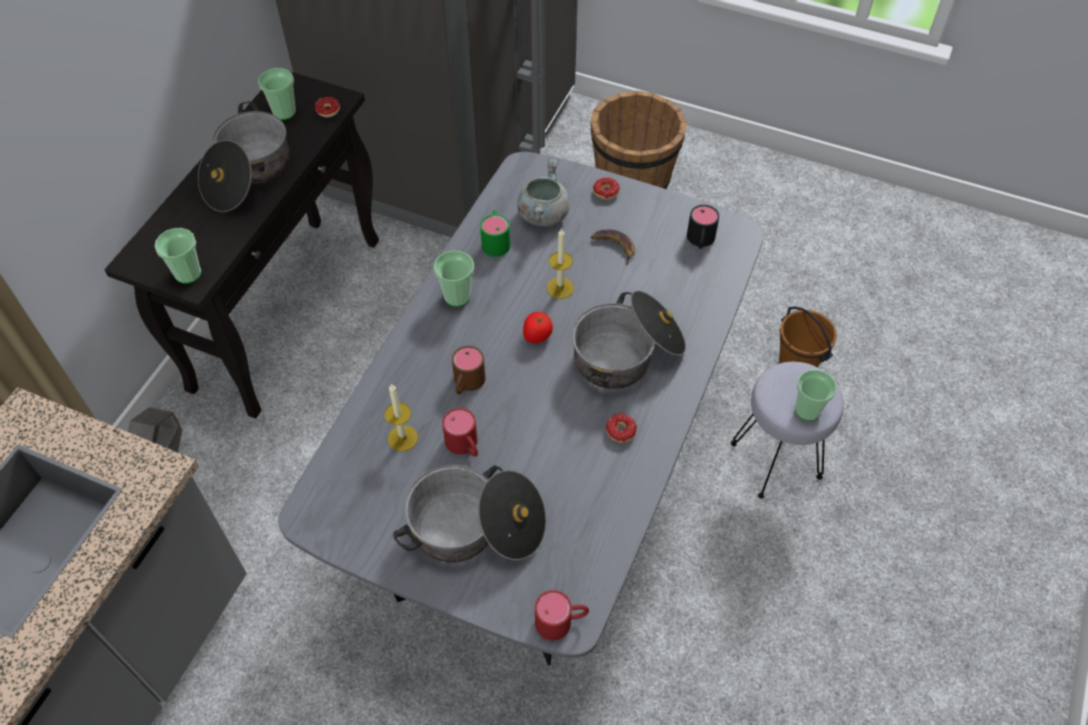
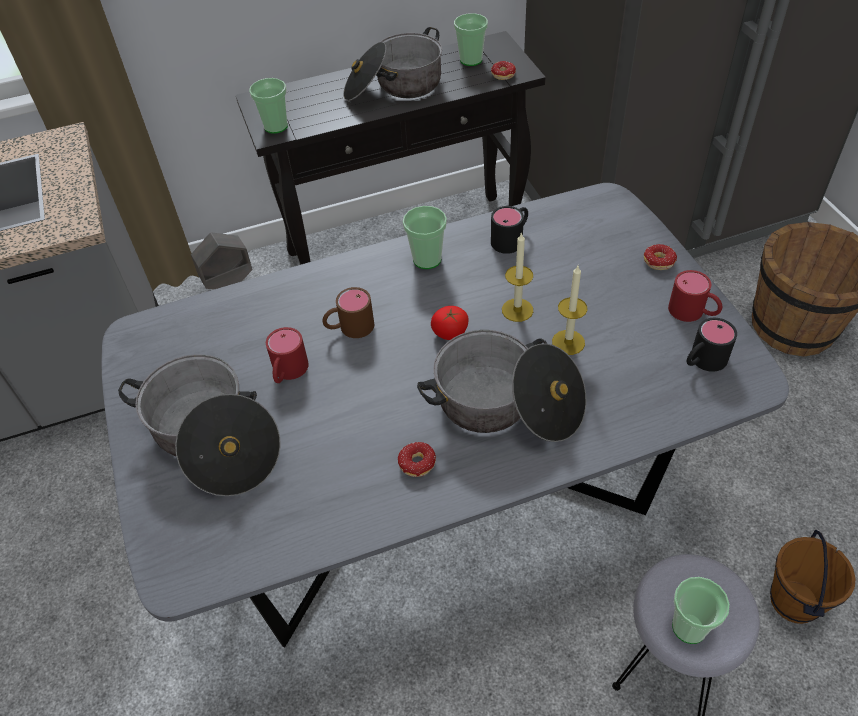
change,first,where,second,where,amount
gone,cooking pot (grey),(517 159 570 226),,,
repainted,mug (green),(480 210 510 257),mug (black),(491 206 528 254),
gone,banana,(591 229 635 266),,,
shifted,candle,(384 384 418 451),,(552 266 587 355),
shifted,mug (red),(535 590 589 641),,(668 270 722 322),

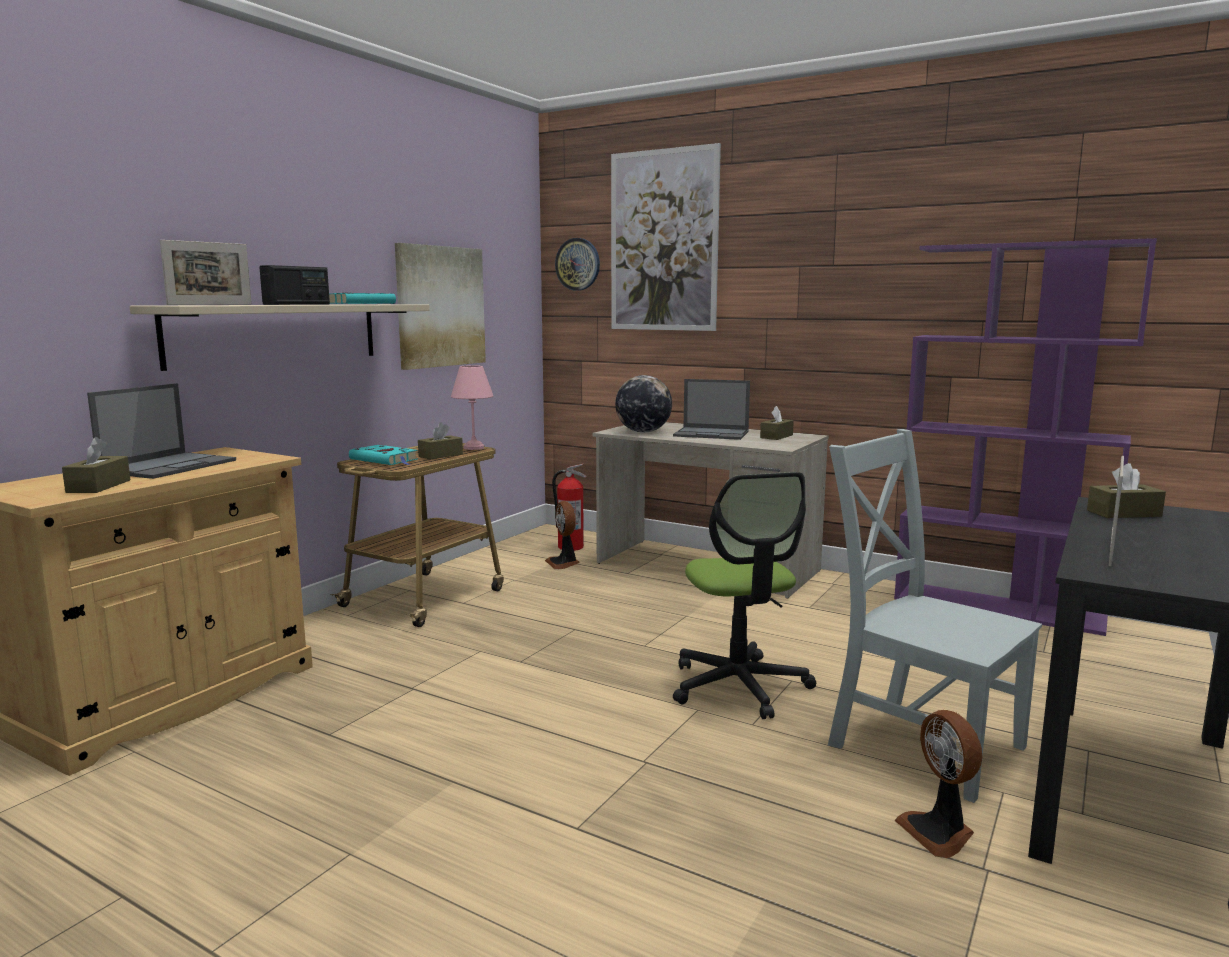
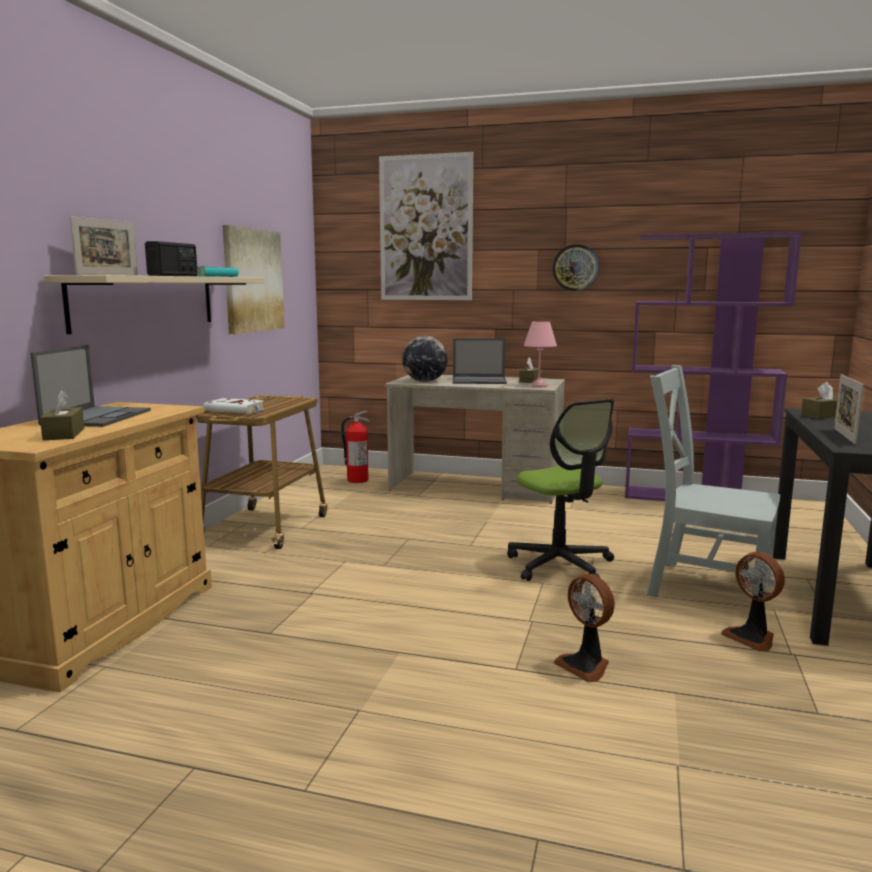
change,first,where,second,where,amount
shifted,wall clock,(555 238 600 291),,(552 244 599 291),
shifted,table lamp (pink),(451 365 493 450),,(524 321 557 387),
gone,tissue box (brown),(418 422 463 460),,,
repainted,book (turquoise),(349 445 417 465),book (white),(204 398 265 414),
shifted,fan,(545 501 580 569),,(553 574 615 682),

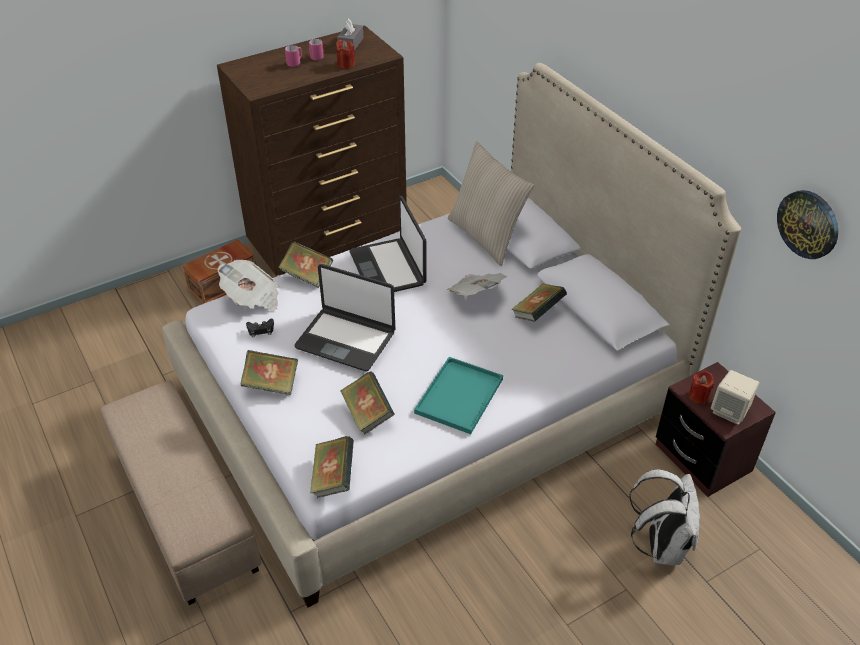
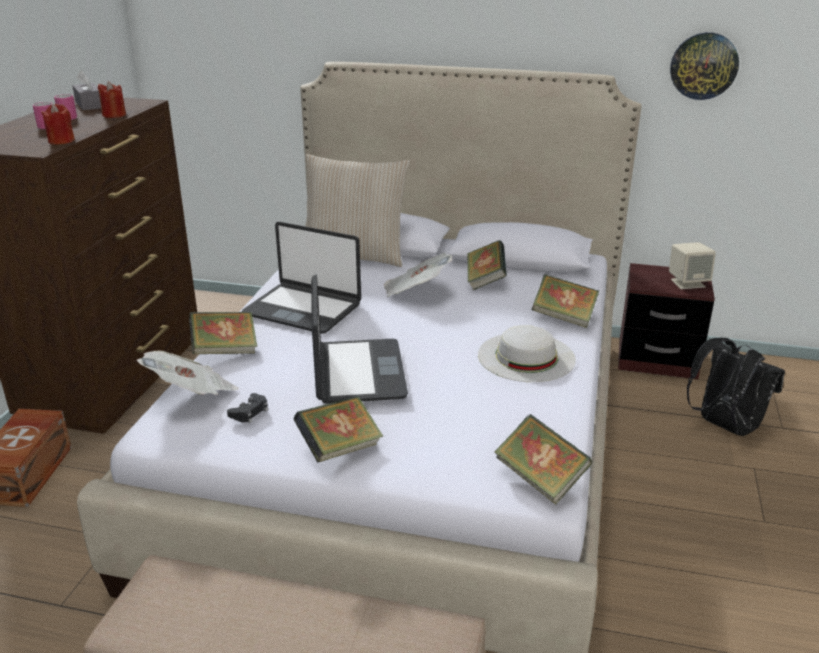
change,first,where,second,where,amount
rotated,laptop,(295 264 395 371),,(311 274 408 404),75 degrees counterclockwise
swapped,tray (turquoise),(414 357 503 434),hat (white),(478 325 576 382),
shifted,book,(341 371 395 434),,(532 274 599 328),
shifted,candle (red),(689 371 714 404),,(41 104 75 145),
repainted,backpack (white),(629 469 700 565),backpack (black),(687 338 785 436),

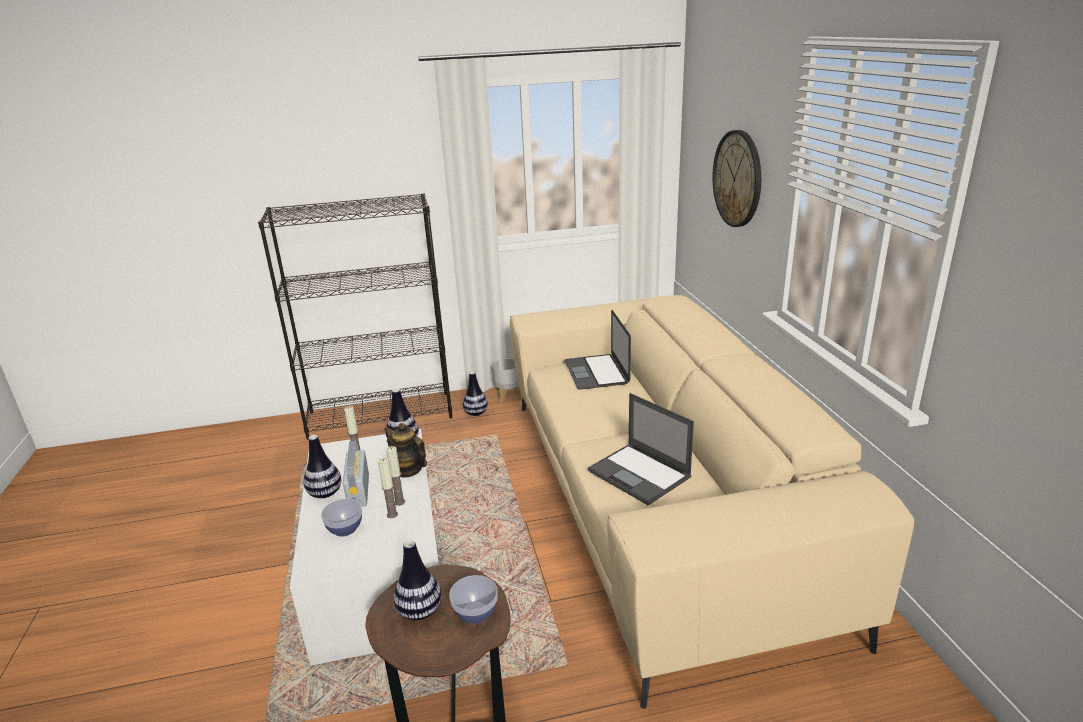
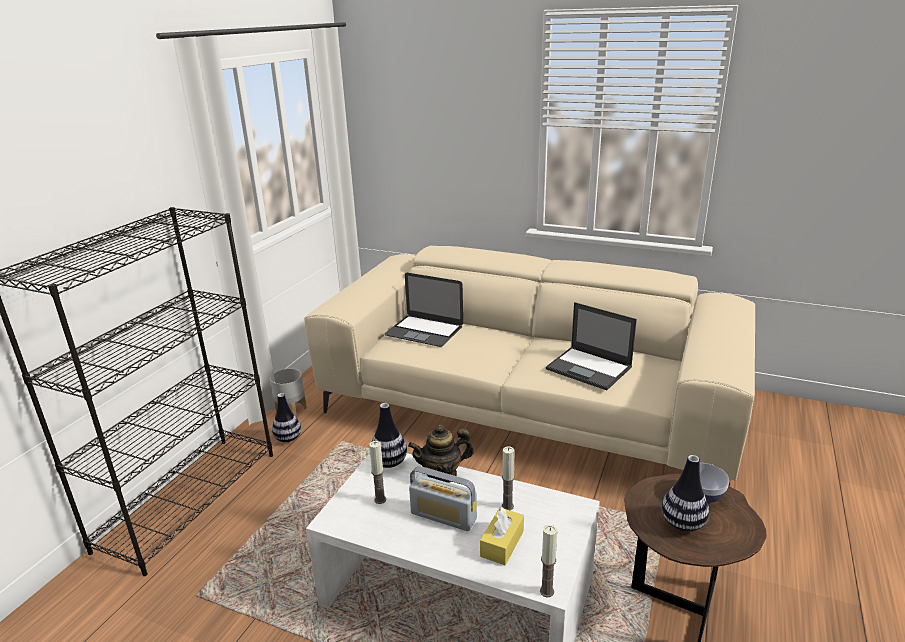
change,first,where,second,where,amount
gone,wall clock,(712 130 761 227),,,
rotated,laptop,(588 393 694 506),,(546 302 637 390),45 degrees clockwise
gone,vase,(303 435 341 498),,,
shifted,candle,(386 446 405 506),,(540 525 557 597),
swapped,bowl,(321 499 362 537),tissue box (yellow),(480 507 524 565),

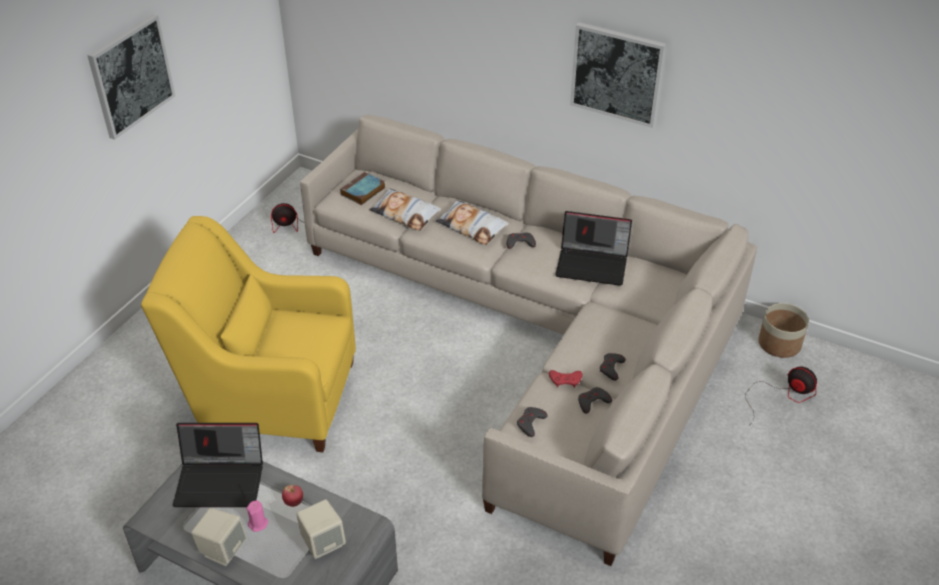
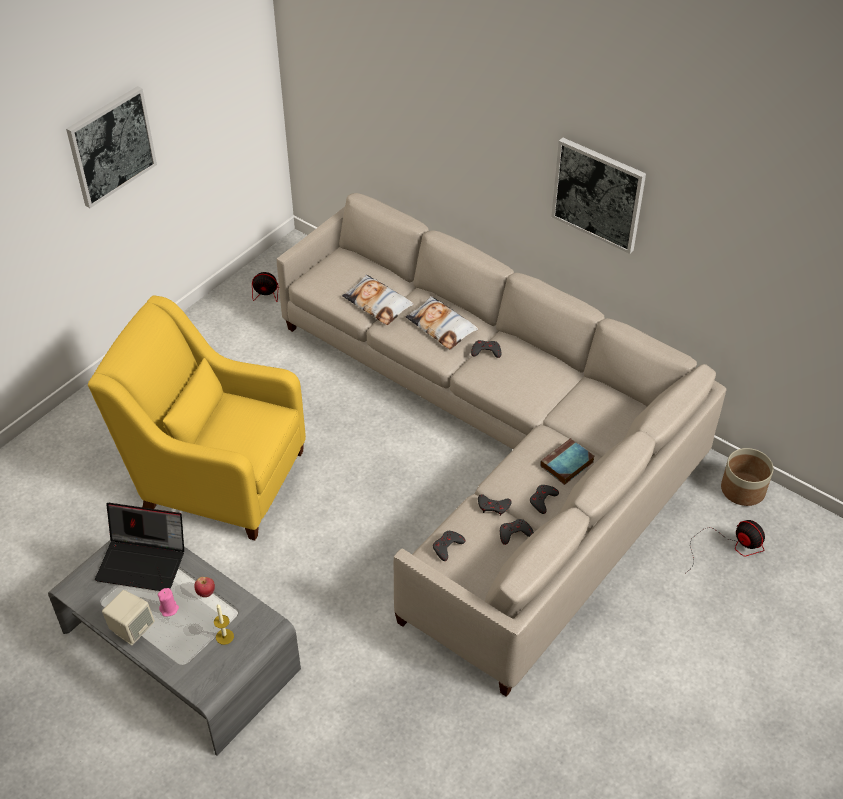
change,first,where,second,where,amount
shifted,book,(340 172 385 205),,(540 438 594 485),
gone,laptop,(555 211 632 286),,,
repainted,game controller (red),(549 370 582 388),game controller (grey),(478 494 511 516),
swapped,speaker (beige),(296 499 346 559),candle,(214 604 234 645),

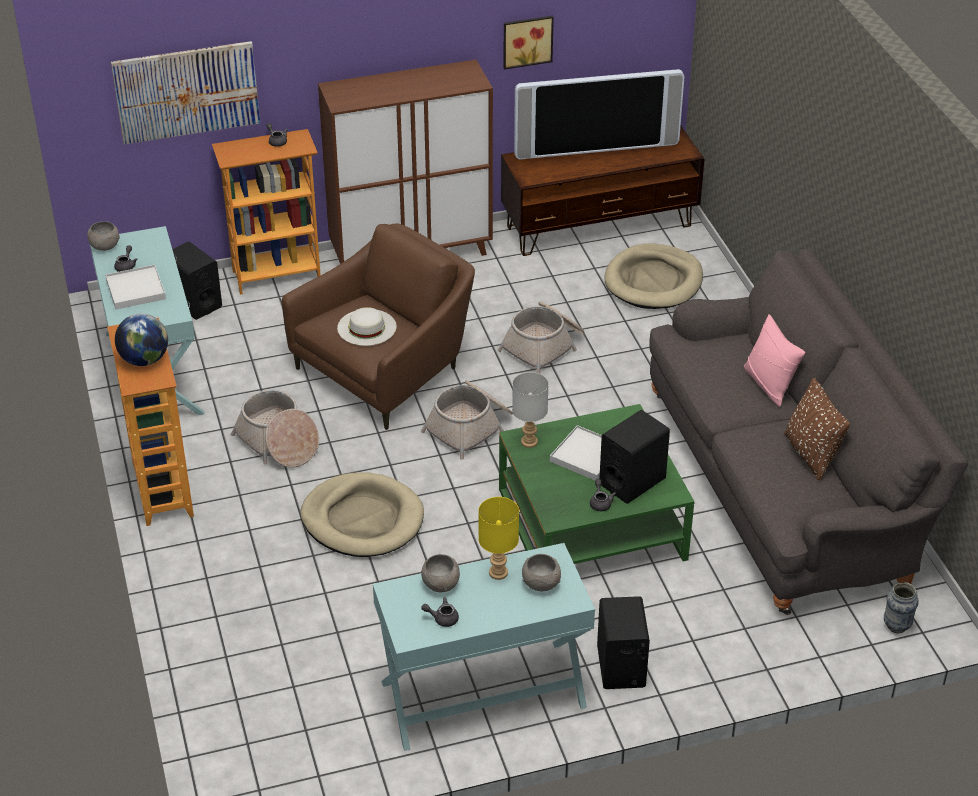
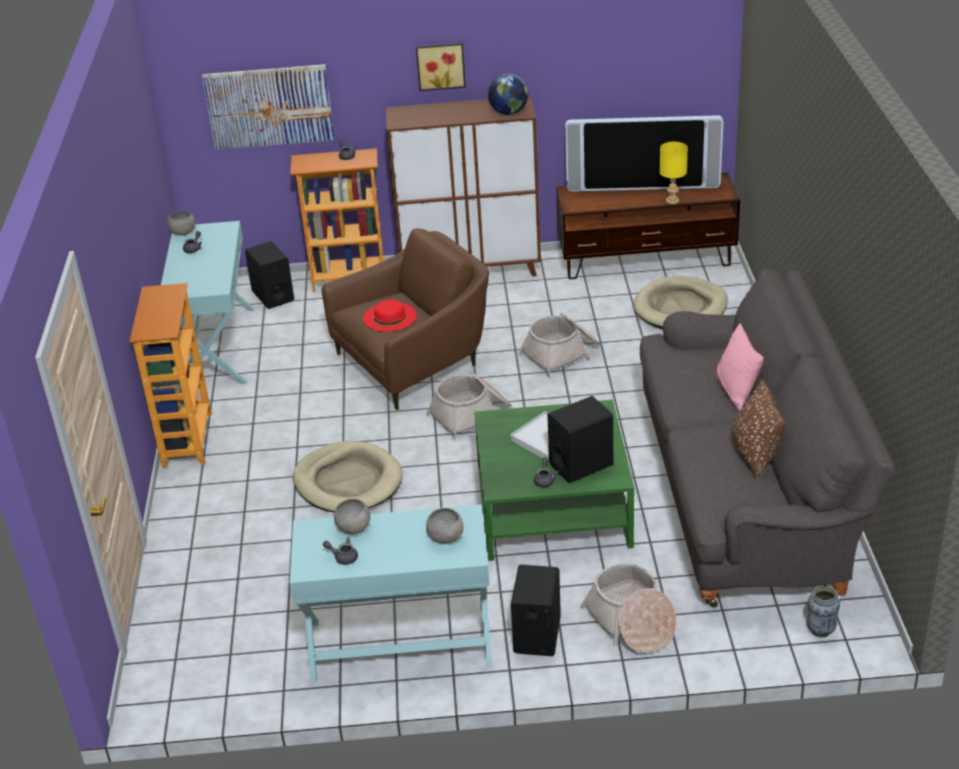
change,first,where,second,where,amount
shifted,picture,(503 16 554 70),,(416 43 466 91),
gone,tray (white),(105 265 166 309),,,
repainted,hat (white),(337 307 397 346),hat (red),(363 299 417 332),
shifted,globe,(115 313 168 366),,(488 74 528 115),
gone,table lamp (grey),(512 372 549 448),,,
shifted,basket,(231 390 319 468),,(580 563 677 654),
shifted,table lamp (yellow),(478 497 519 580),,(660 142 688 204),

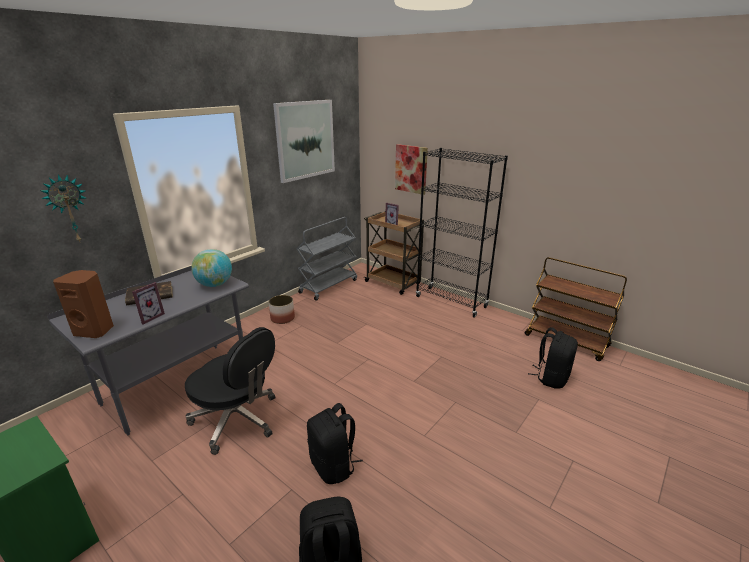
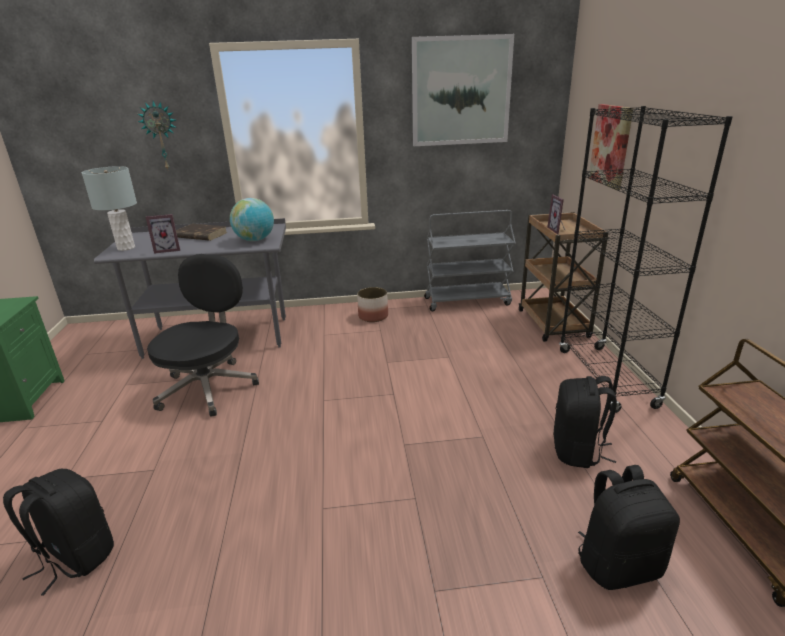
change,first,where,second,where,amount
swapped,speaker (brown),(53 270 114 338),table lamp (grey),(82 166 137 251),
rotated,office chair (black),(185 327 275 455),,(147 254 259 417),150 degrees counterclockwise
shifted,backpack (black),(307 403 363 484),,(553 376 617 468),

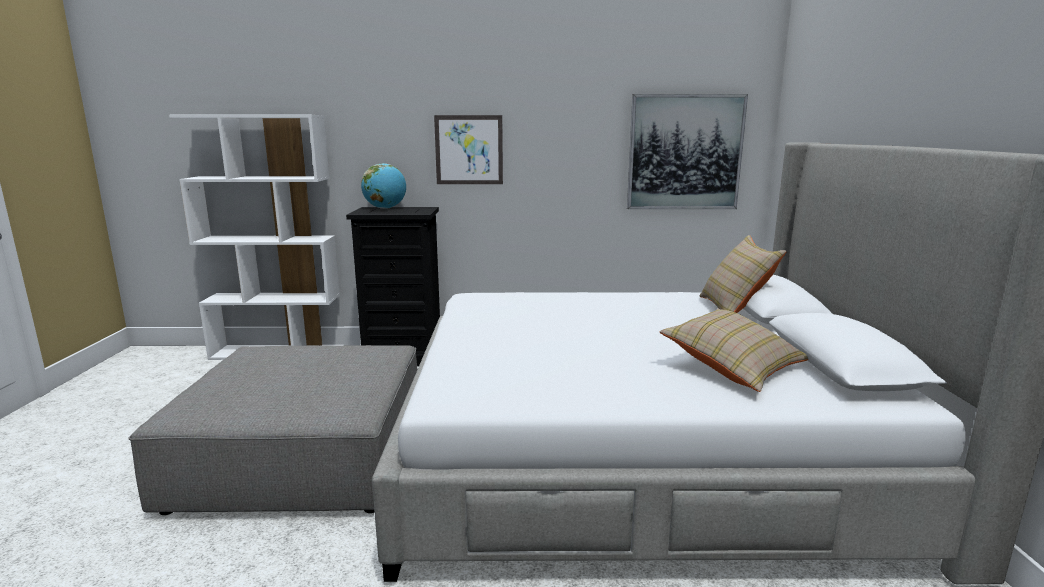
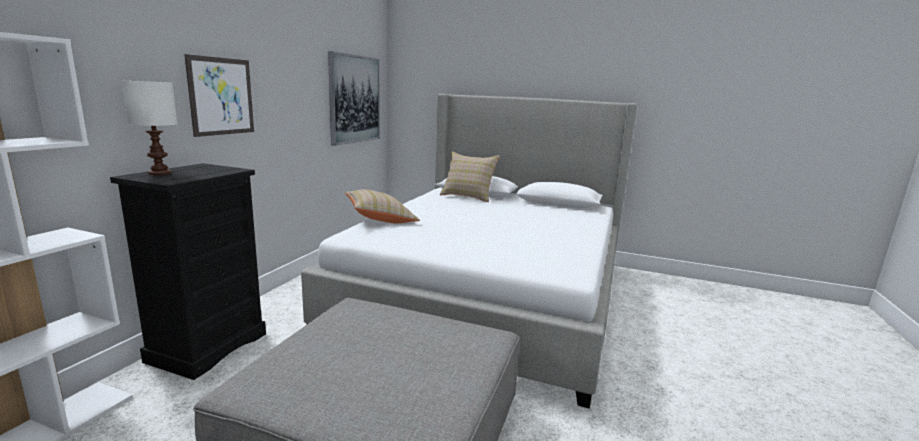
change,first,where,second,where,amount
swapped,globe,(361 163 406 209),table lamp (white),(122 81 177 175),
shifted,pillow (beige),(660 309 808 392),,(345 189 420 223),

